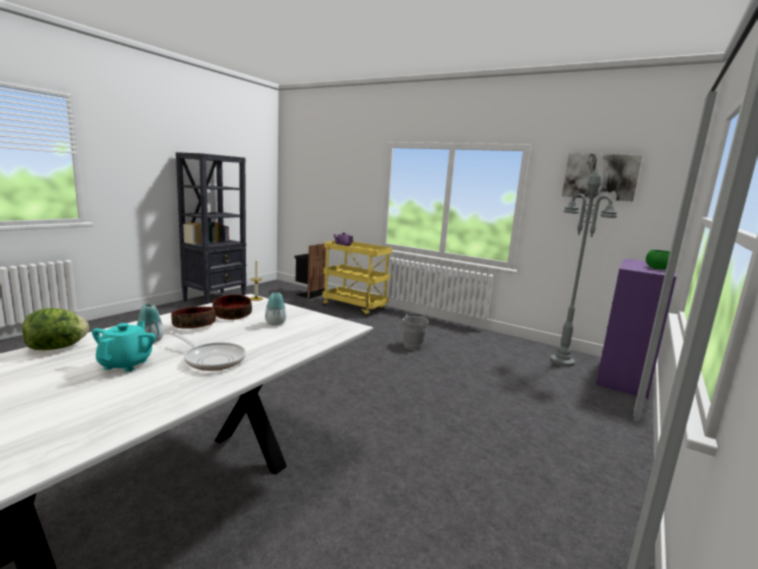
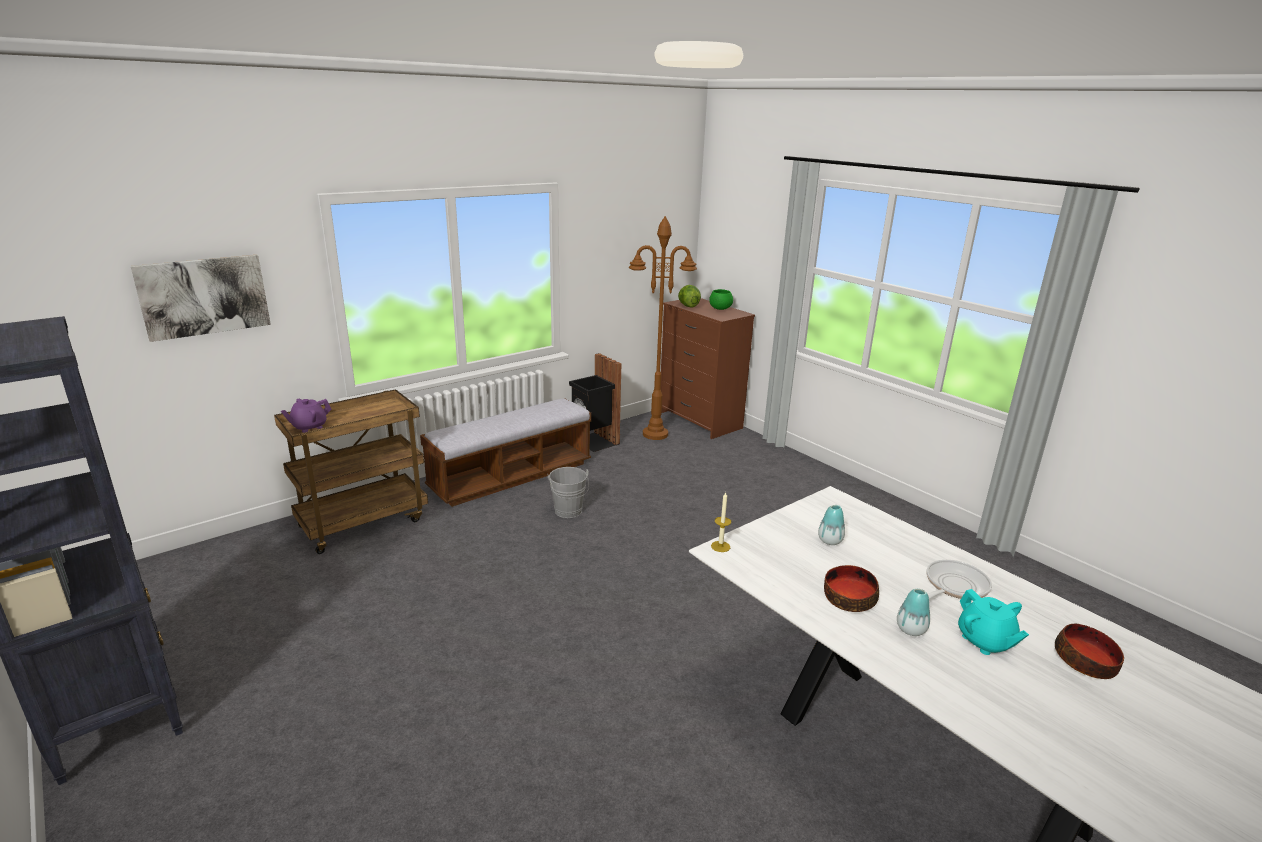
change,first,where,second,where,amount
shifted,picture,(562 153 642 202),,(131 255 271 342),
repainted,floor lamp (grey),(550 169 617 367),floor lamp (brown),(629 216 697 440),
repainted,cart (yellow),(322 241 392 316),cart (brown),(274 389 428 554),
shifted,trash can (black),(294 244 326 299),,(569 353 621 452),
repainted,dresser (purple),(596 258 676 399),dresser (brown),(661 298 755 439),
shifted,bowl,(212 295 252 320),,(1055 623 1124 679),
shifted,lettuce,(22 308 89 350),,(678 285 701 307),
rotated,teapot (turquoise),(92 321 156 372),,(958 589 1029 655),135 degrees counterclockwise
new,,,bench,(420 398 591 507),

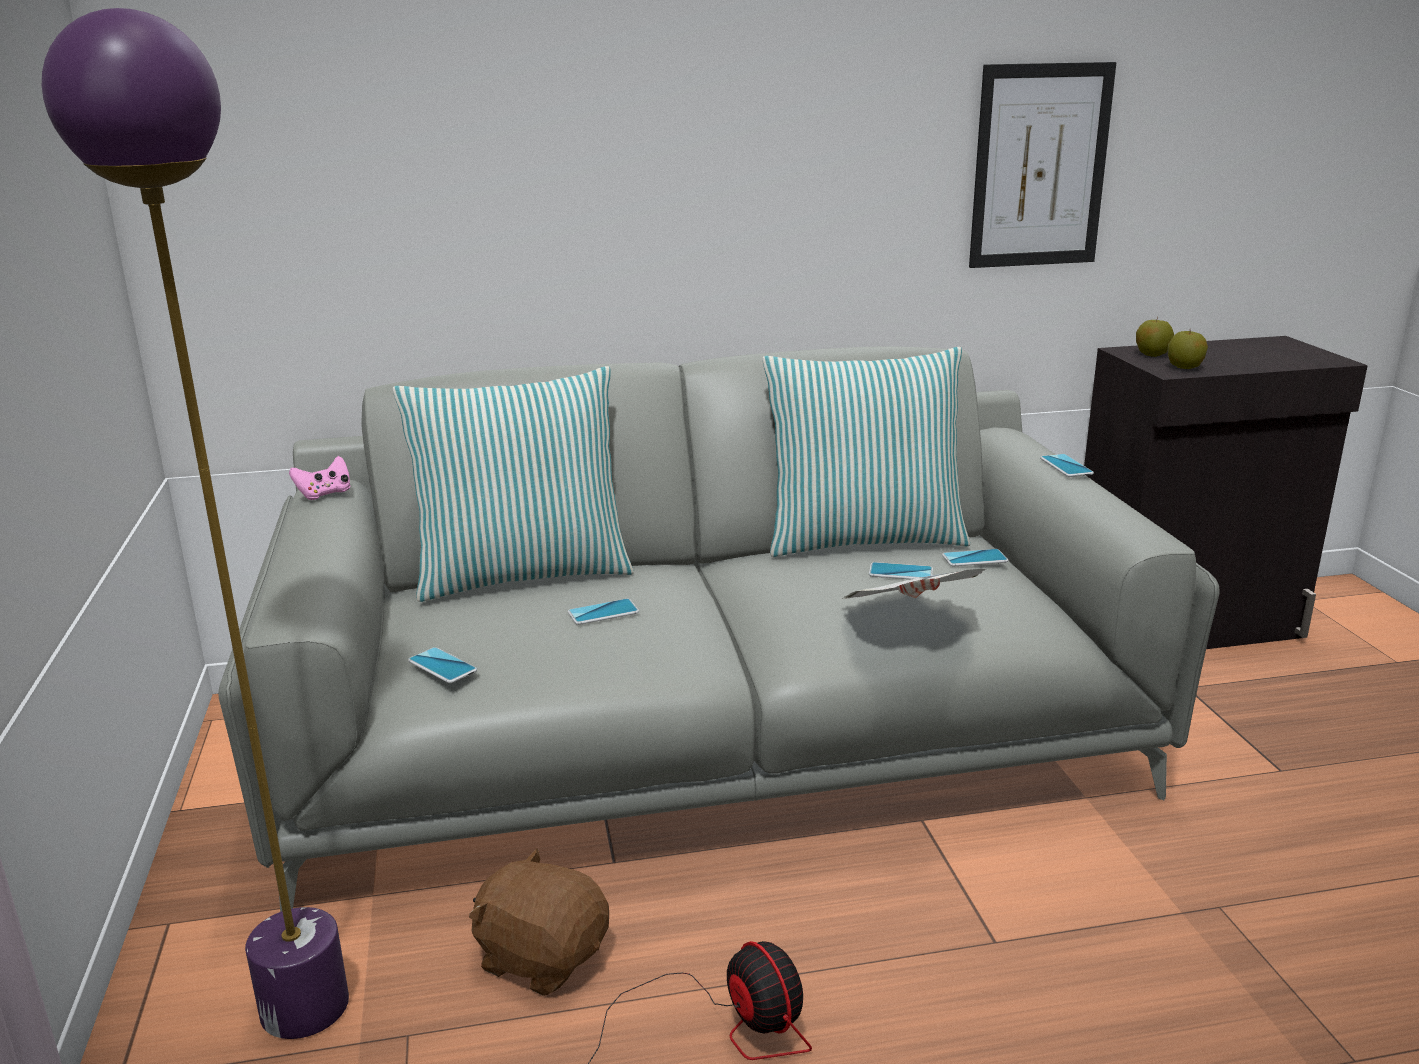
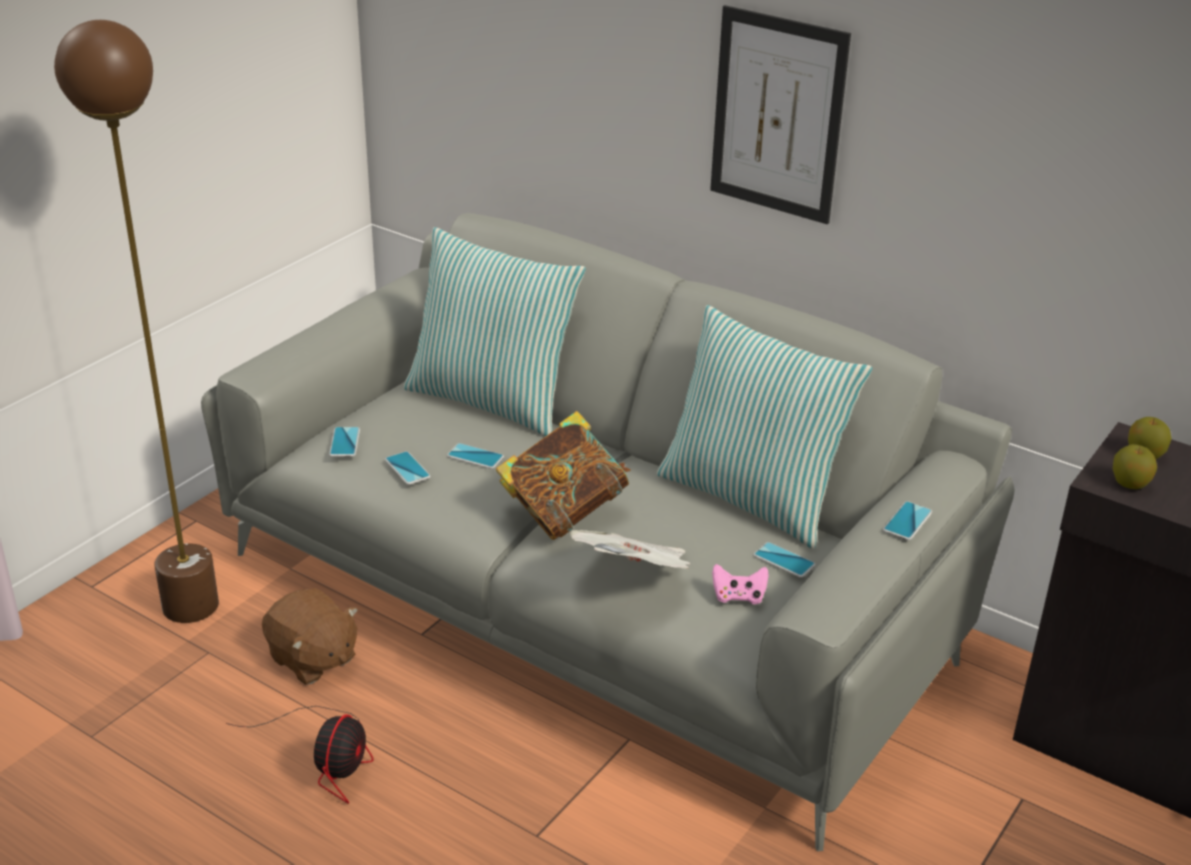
change,first,where,second,where,amount
repainted,floor lamp (purple),(42 8 349 1039),floor lamp (brown),(54 20 219 623),
shifted,picture,(969 62 1116 268),,(710 5 851 224),
shifted,game controller (pink),(289 456 351 500),,(712 564 769 604),
shifted,phone,(869 562 933 579),,(385 451 431 485),
rotated,plush toy (brown),(469 848 609 996),,(262 588 358 685),150 degrees clockwise
new,,,book,(496 411 631 540),

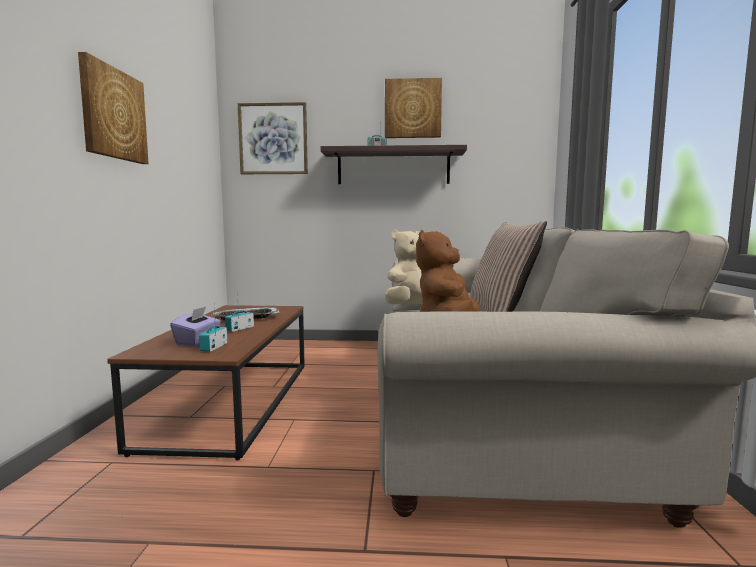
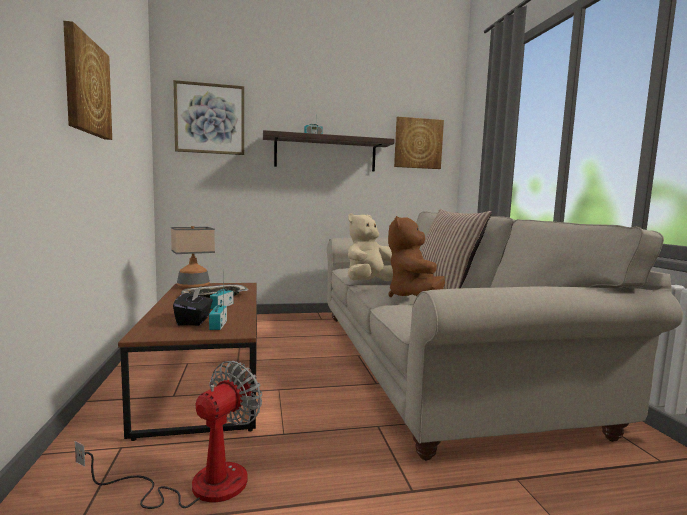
change,first,where,second,where,amount
shifted,picture,(385 78 442 138),,(394 117 444 169),
repainted,tissue box (purple),(170 306 221 346),tissue box (black),(173 286 213 326),
new,,,table lamp,(171 226 215 289),
new,,,fan,(75 361 262 509),

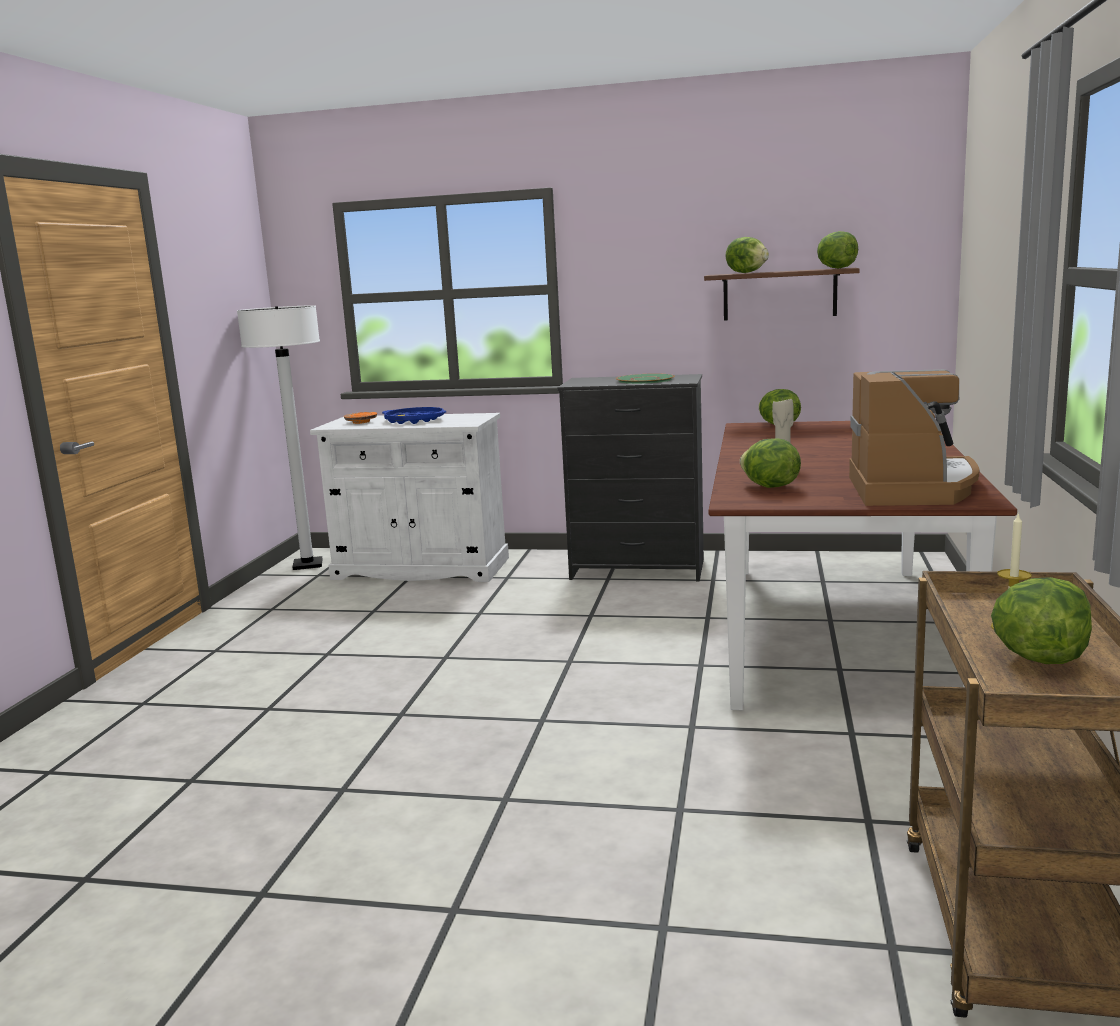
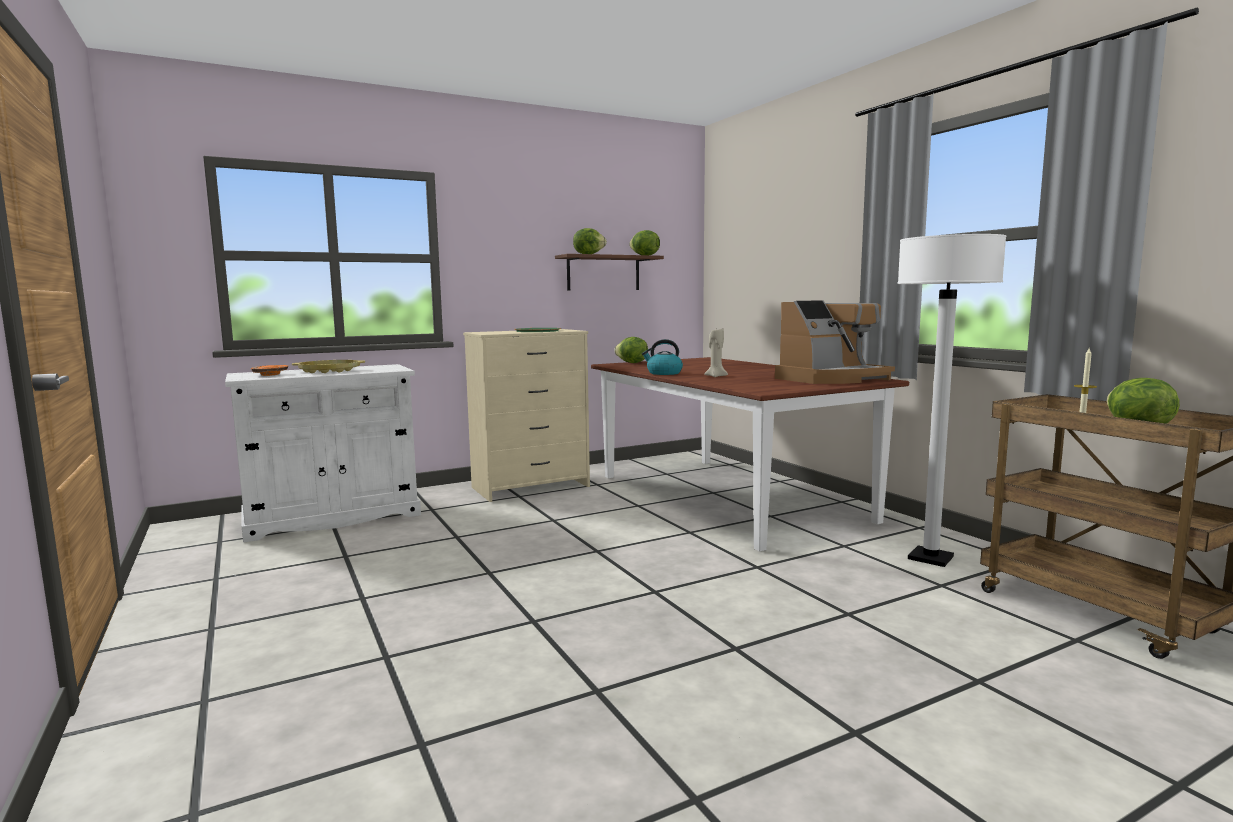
change,first,where,second,where,amount
shifted,floor lamp (white),(237 305 322 570),,(897 234 1006 567),
rotated,coffee machine,(849 369 980 506),,(775 300 895 384),90 degrees clockwise
repainted,dresser (black),(558 374 704 582),dresser (beige),(463 329 590 502),
repainted,tray (blue),(382 407 446 424),tray (yellow),(292 360 365 373),
gone,lettuce,(740 439 801 488),,,
new,,,kettle,(642 339 683 375),

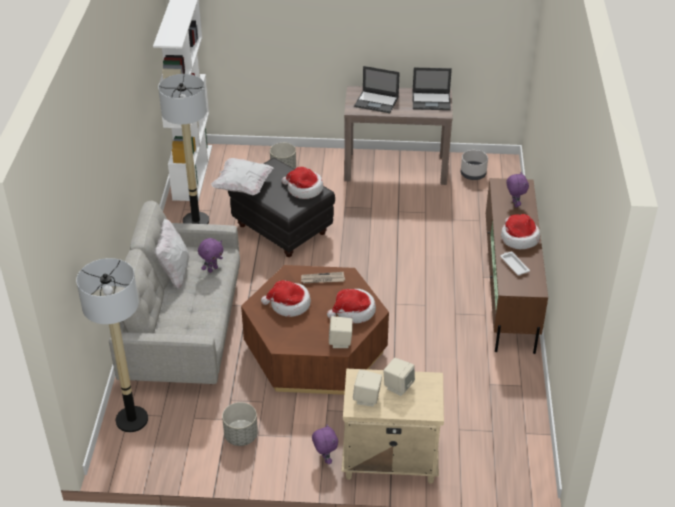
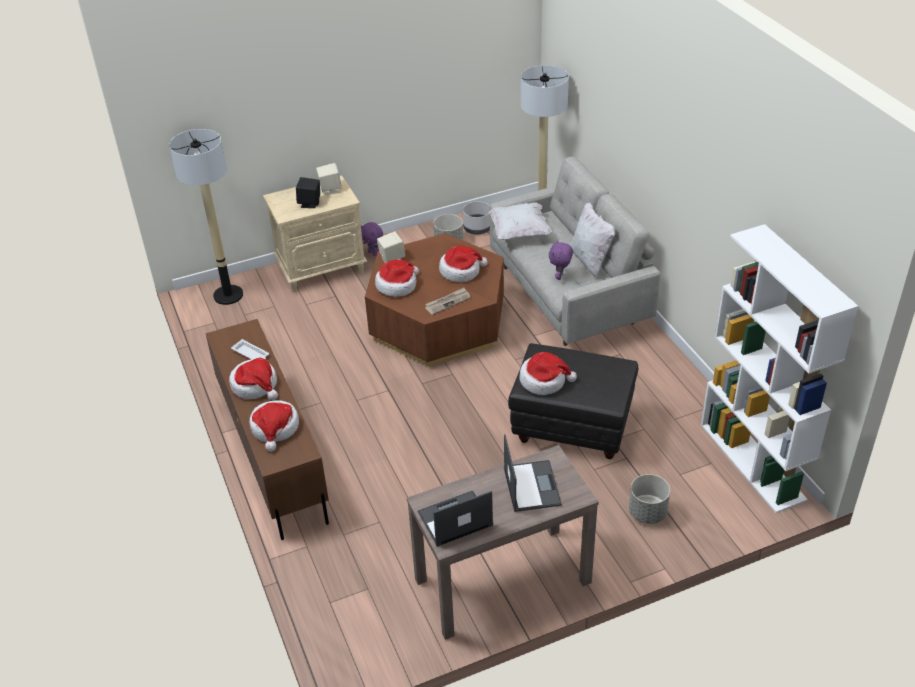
change,first,where,second,where,amount
rotated,laptop,(354 66 400 113),,(504 434 562 512),90 degrees clockwise
shifted,floor lamp,(158 74 209 224),,(169 129 243 305),
shifted,planter (grey),(461 150 488 180),,(463 201 490 234),
shifted,pillow (white),(211 158 273 195),,(489 202 552 240),
swapped,plush toy (purple),(506 172 529 208),hat,(249 400 299 452),
repainted,speaker (beige),(383 358 415 396),speaker (black),(296 177 320 208),

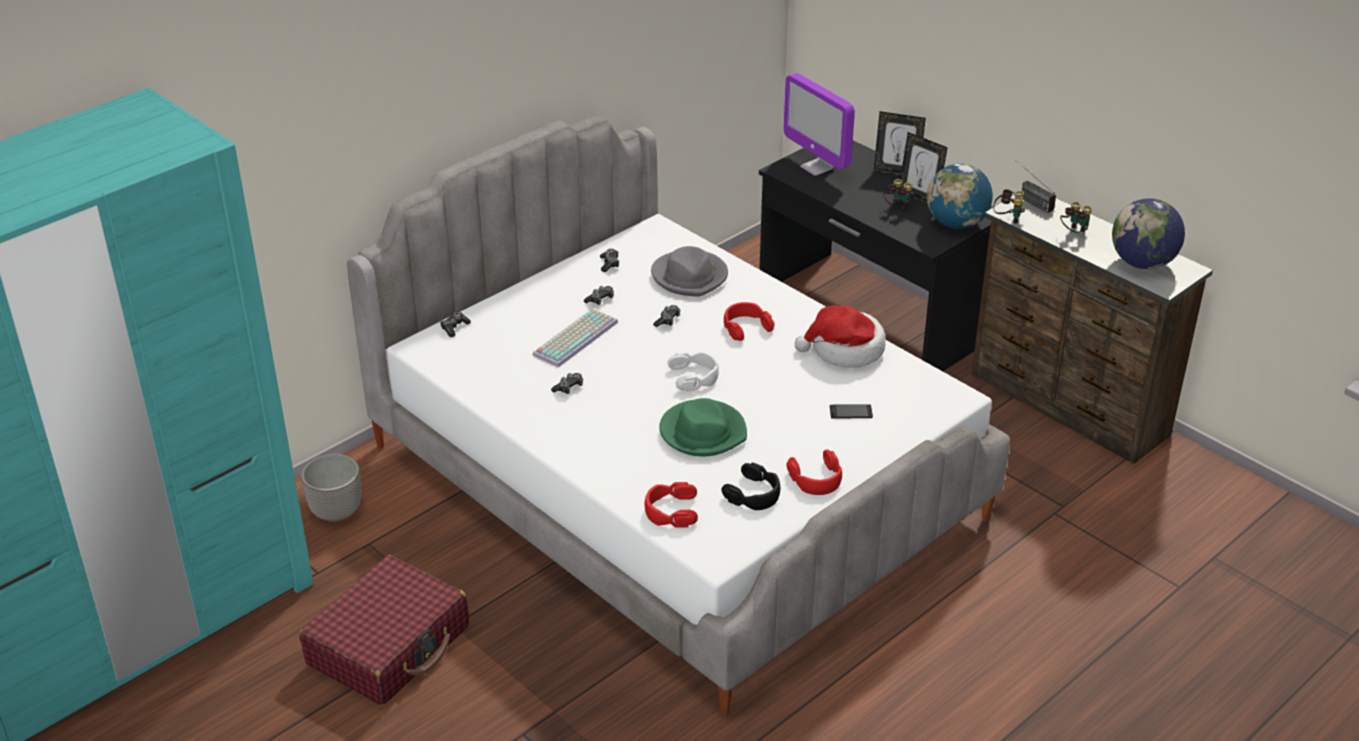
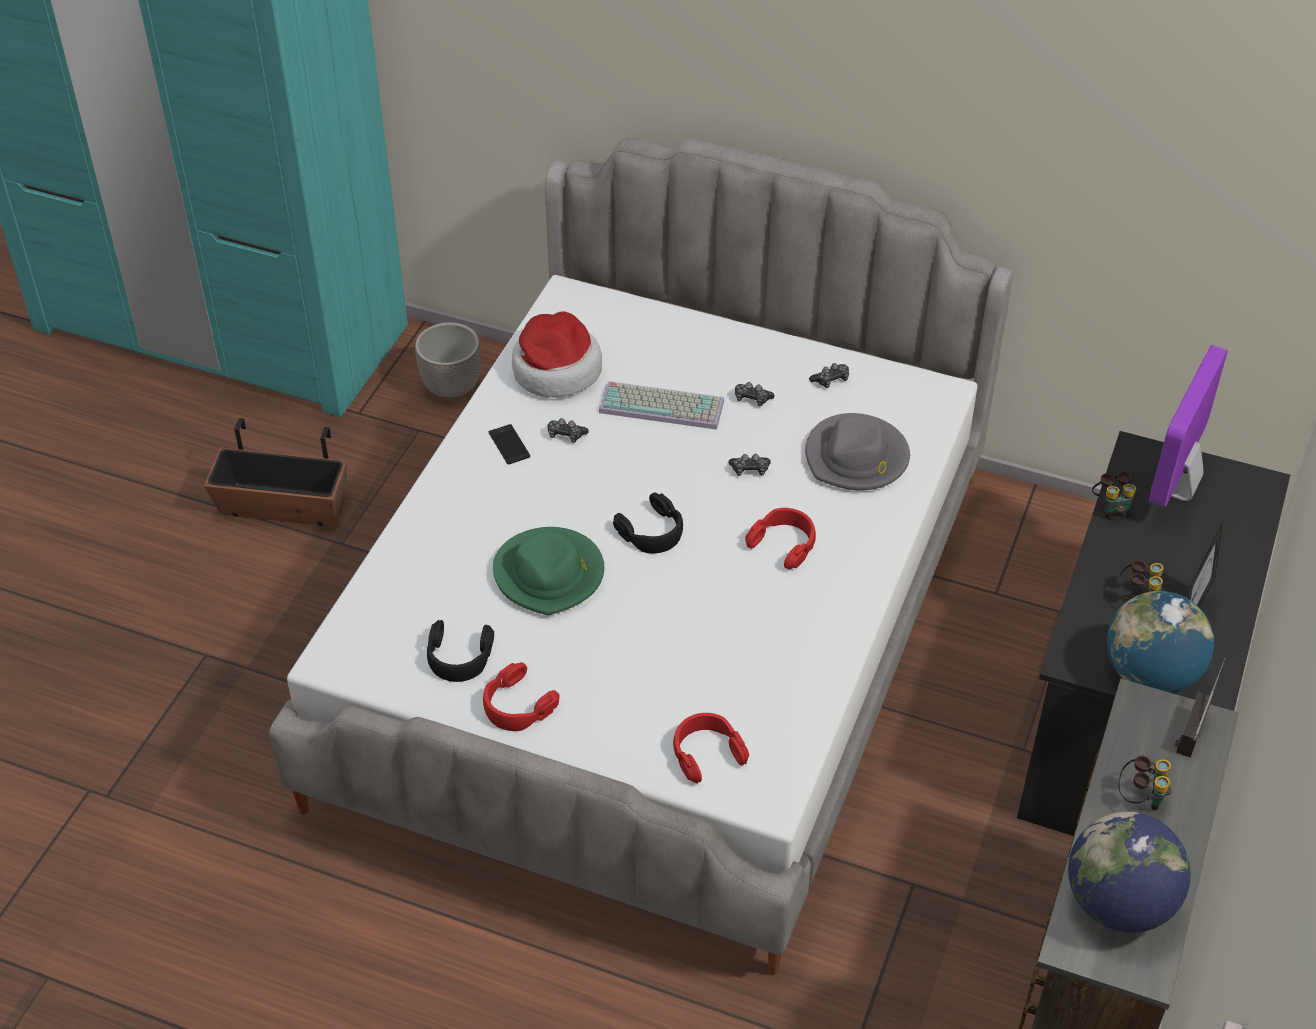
change,first,where,second,where,amount
gone,picture frame,(874 111 926 173),,,
shifted,binoculars,(993 189 1025 224),,(1092 471 1136 519),
shifted,hat,(795 305 885 368),,(512 311 602 398),
gone,game controller,(440 311 471 337),,,
repainted,headphones (white),(667 351 719 392),headphones (black),(613 492 683 553),
shifted,phone,(830 404 873 419),,(489 424 530 465),
shifted,headphones (red),(645 482 698 528),,(673 713 749 783),
swapped,suitcase (red),(299 555 469 705),planter,(204 418 347 527),

